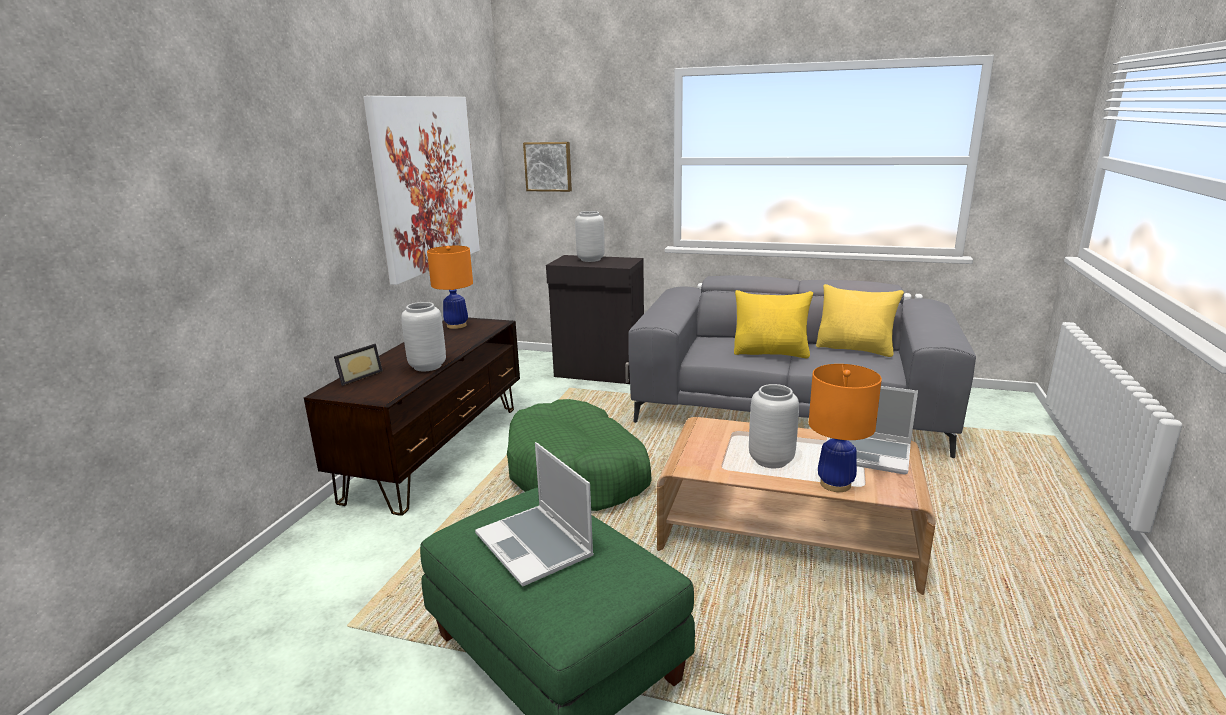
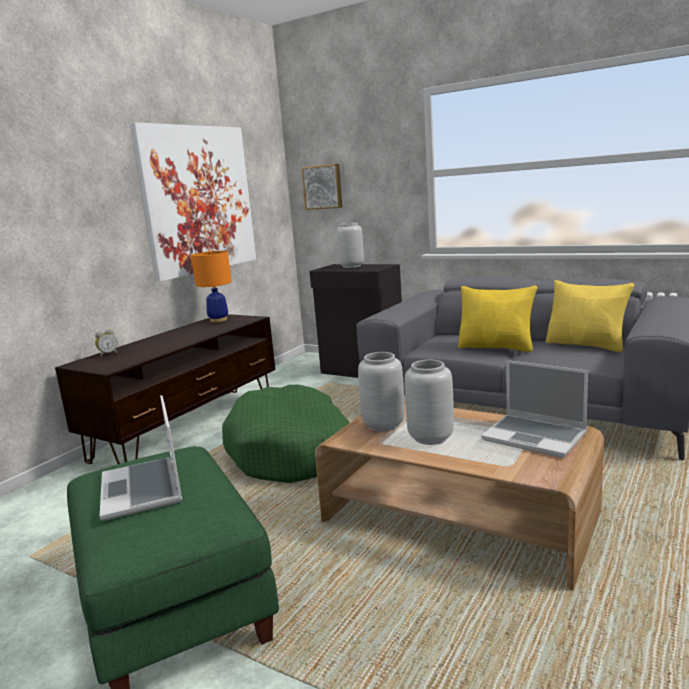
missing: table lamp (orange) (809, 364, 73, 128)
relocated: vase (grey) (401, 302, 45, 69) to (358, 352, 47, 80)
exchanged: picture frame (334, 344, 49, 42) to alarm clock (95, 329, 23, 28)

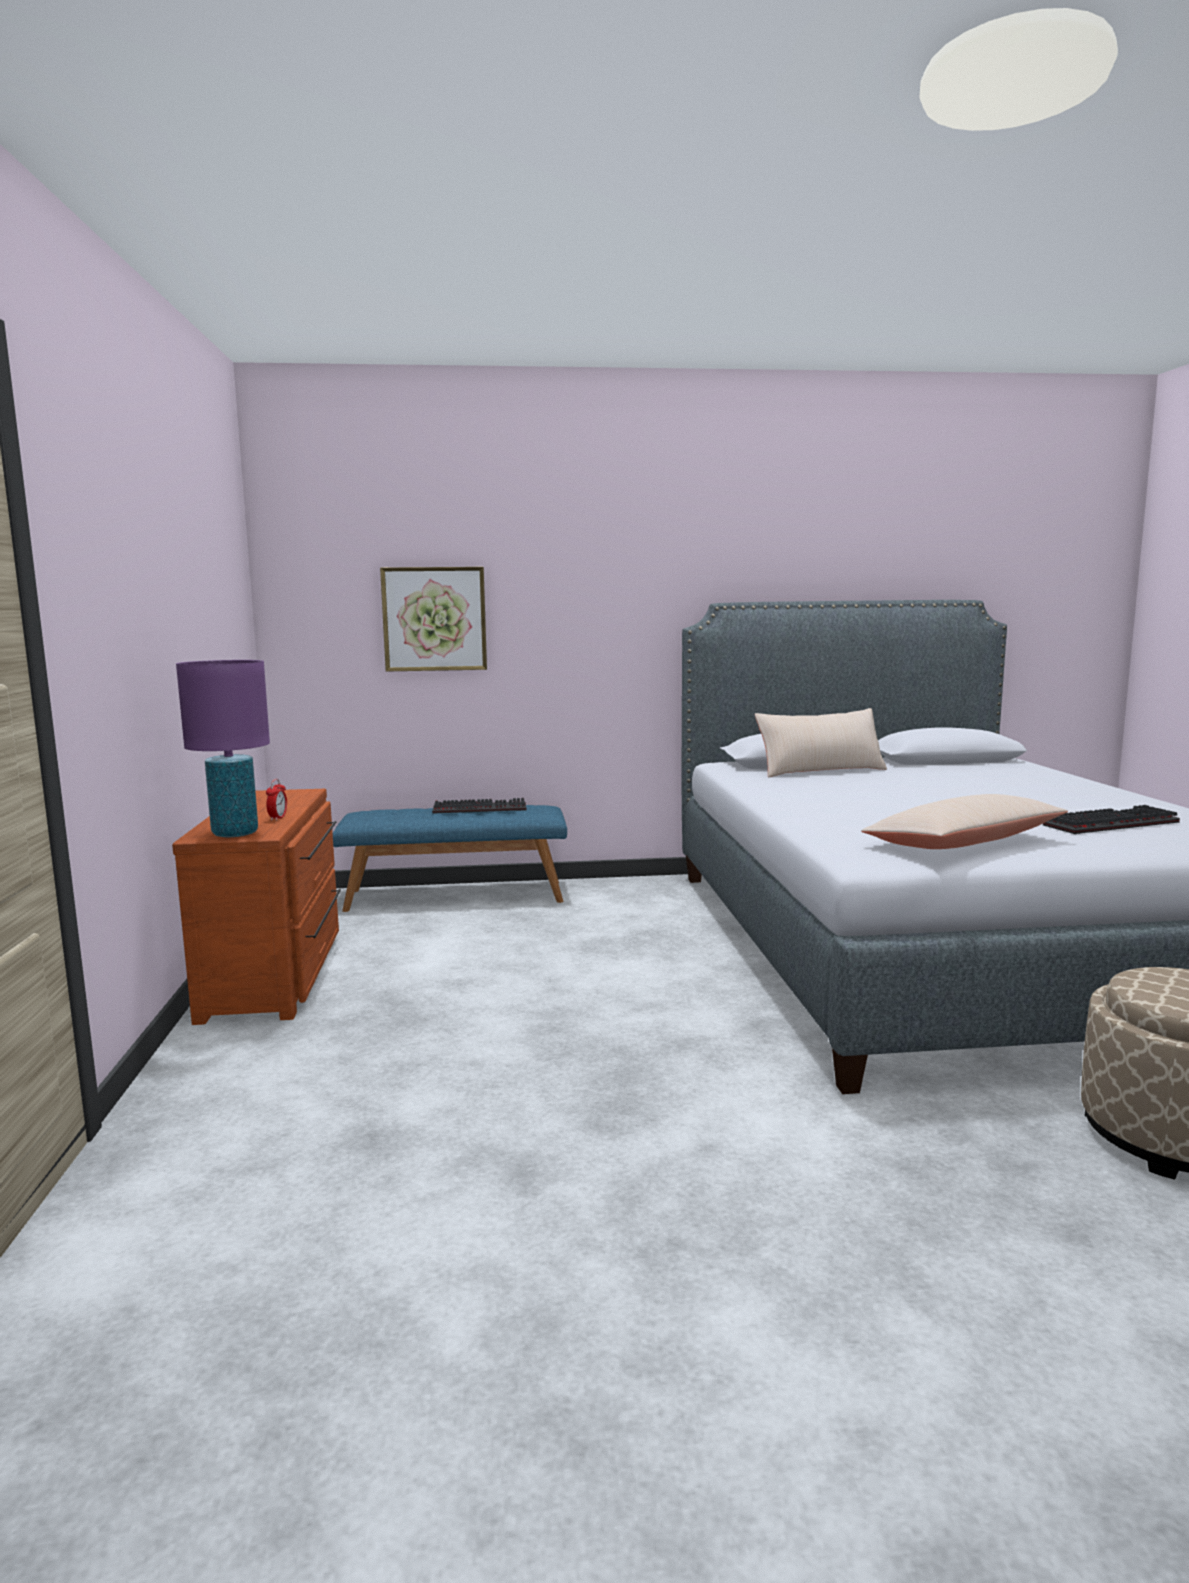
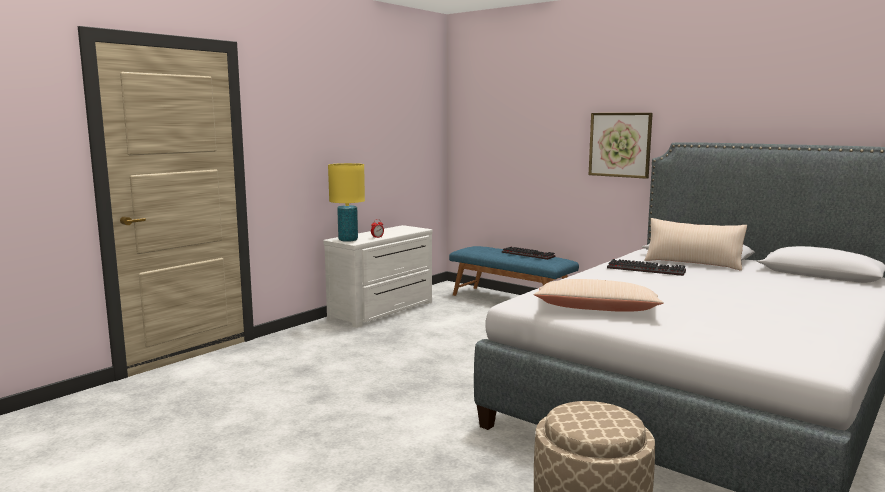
relocated: picture (380, 567, 107, 105) to (589, 113, 64, 66); keyboard (1043, 805, 137, 29) to (607, 259, 79, 17)
colour: dresser (brown) (172, 789, 169, 236) to dresser (white) (324, 225, 109, 103); table lamp (purple) (176, 660, 94, 177) to table lamp (yellow) (328, 163, 37, 79)

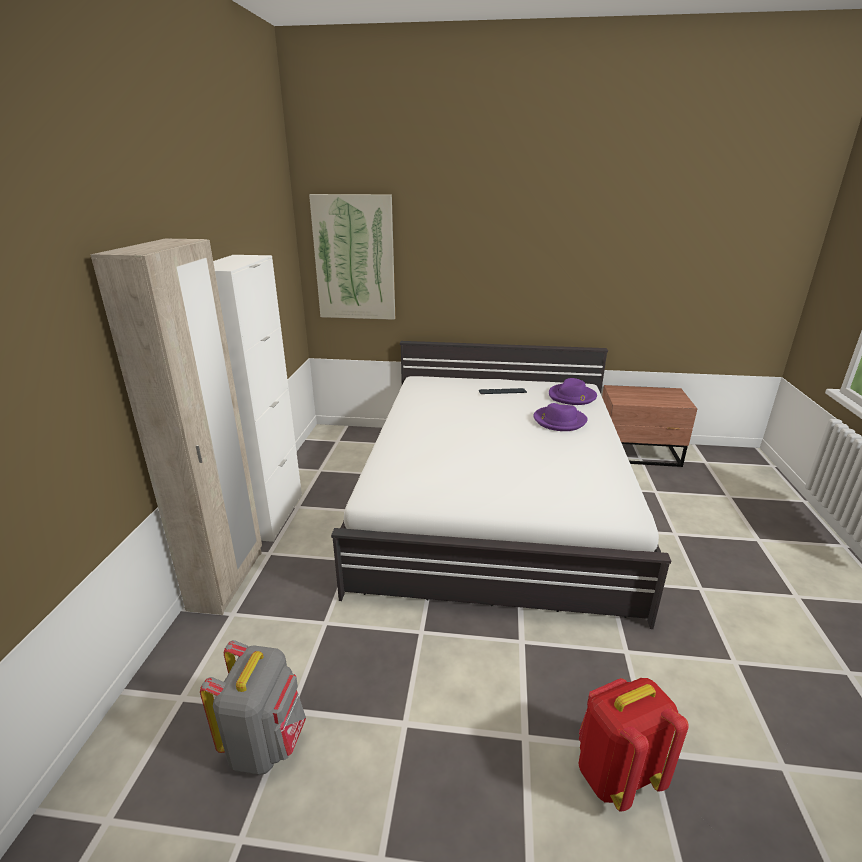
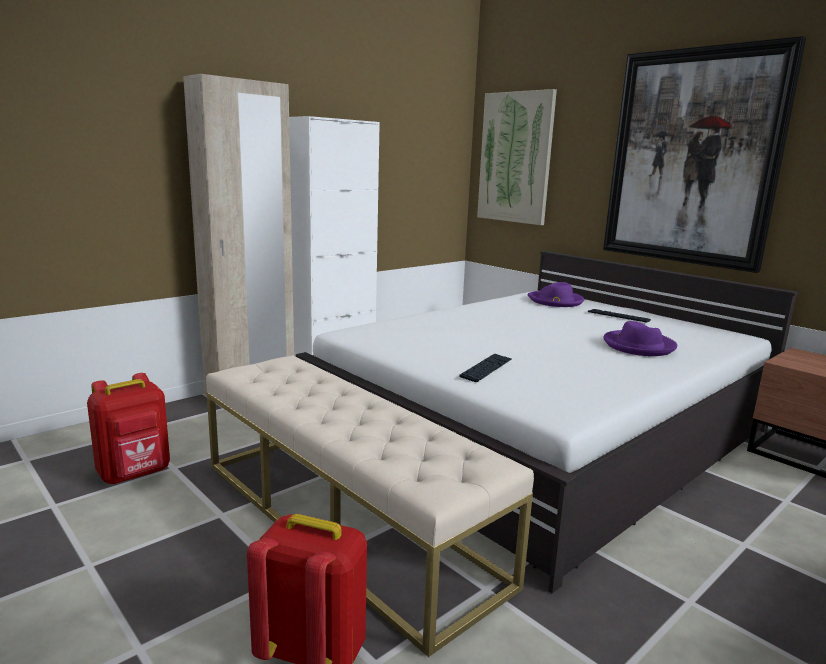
appeared: bench (beige) (206, 355, 328, 302); keyboard (459, 354, 52, 28); picture (603, 36, 203, 237)
relocated: hat (purple) (549, 378, 48, 27) to (528, 282, 56, 25)
colour: backpack (grey) (200, 640, 106, 135) to backpack (red) (87, 373, 83, 111)

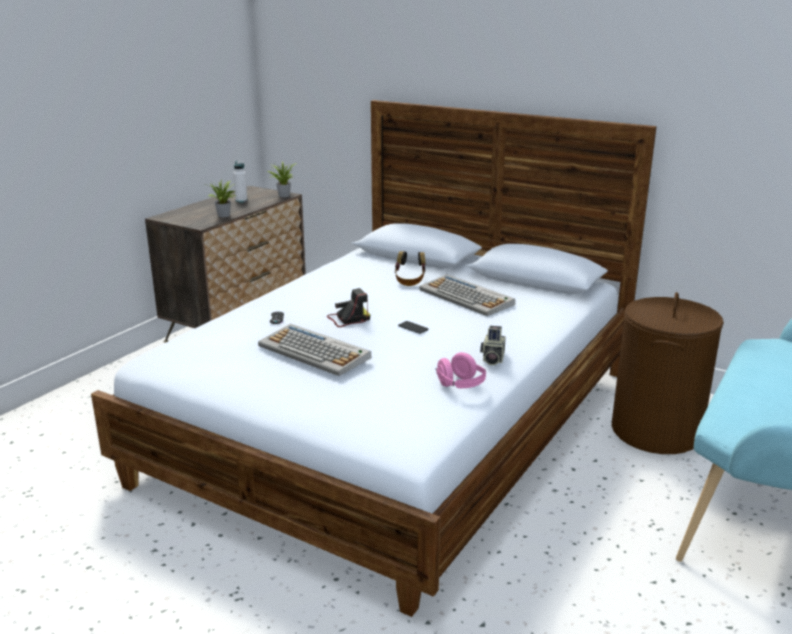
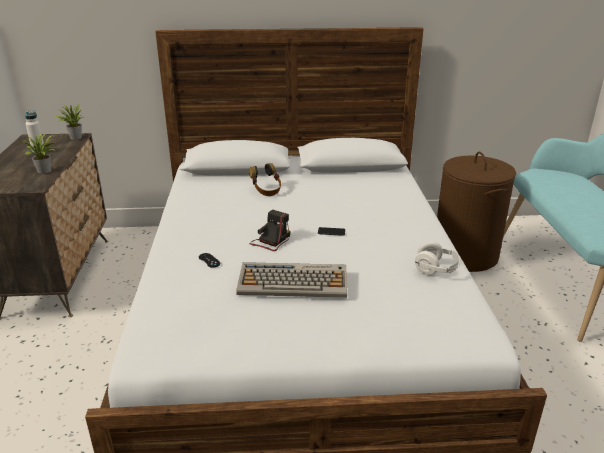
missing: keyboard (419, 274, 96, 42); photo camera (480, 326, 26, 39)
colour: headphones (pink) (435, 352, 51, 36) to headphones (white) (415, 241, 46, 34)

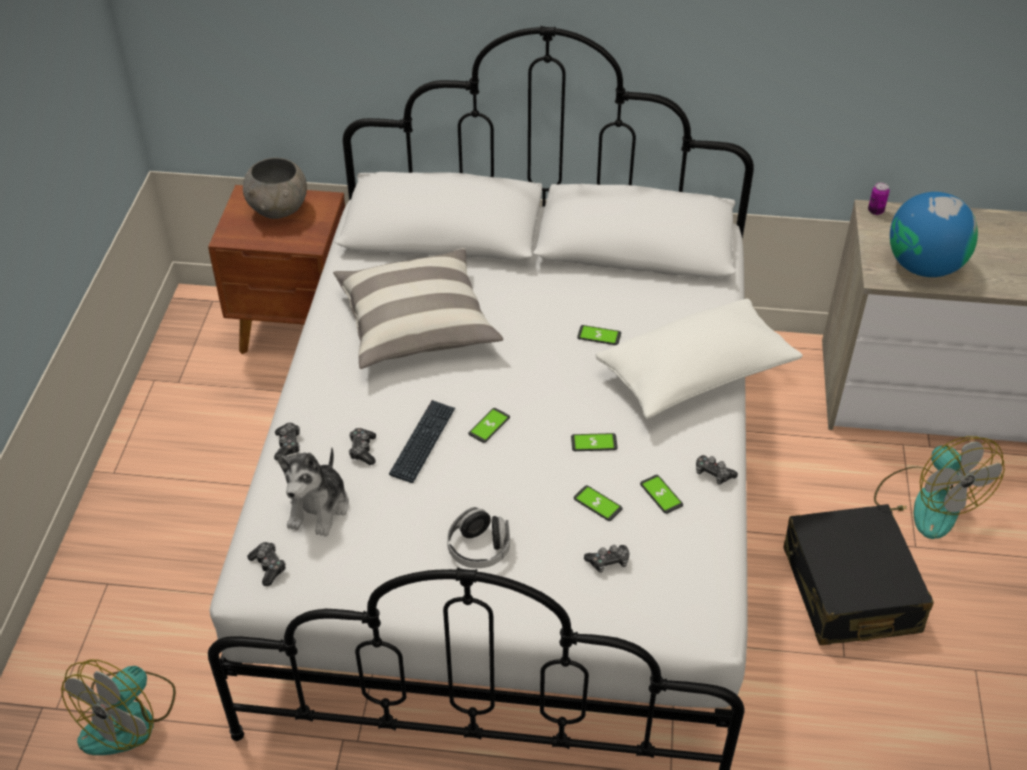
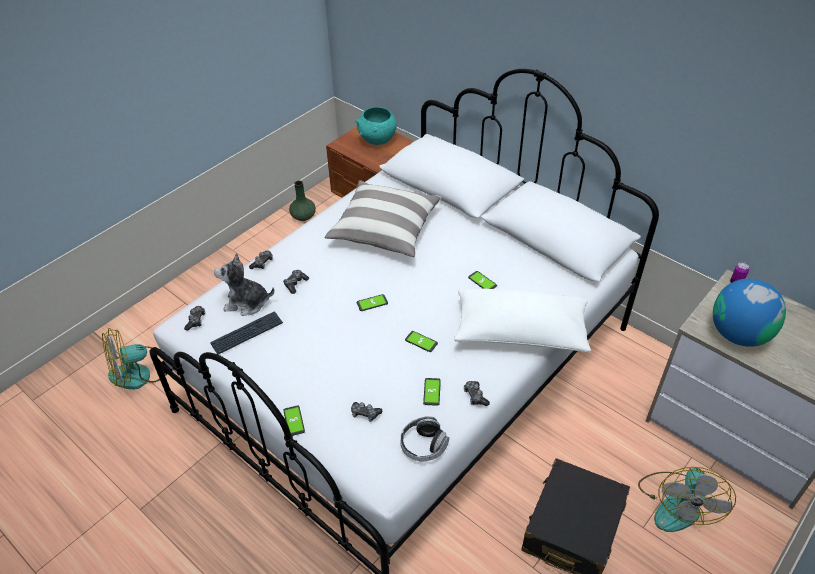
appeared: vase (green) (289, 181, 27, 40)
relocated: keyboard (389, 400, 66, 83) to (210, 311, 73, 44); headphones (447, 507, 63, 61) to (400, 416, 49, 45); phone (573, 485, 50, 36) to (283, 406, 22, 30)
colour: bowl (grey) (243, 158, 64, 61) to bowl (turquoise) (355, 107, 42, 38)
spun: plush toy (276, 448, 73, 88) = (214, 253, 60, 63) 45 degrees clockwise

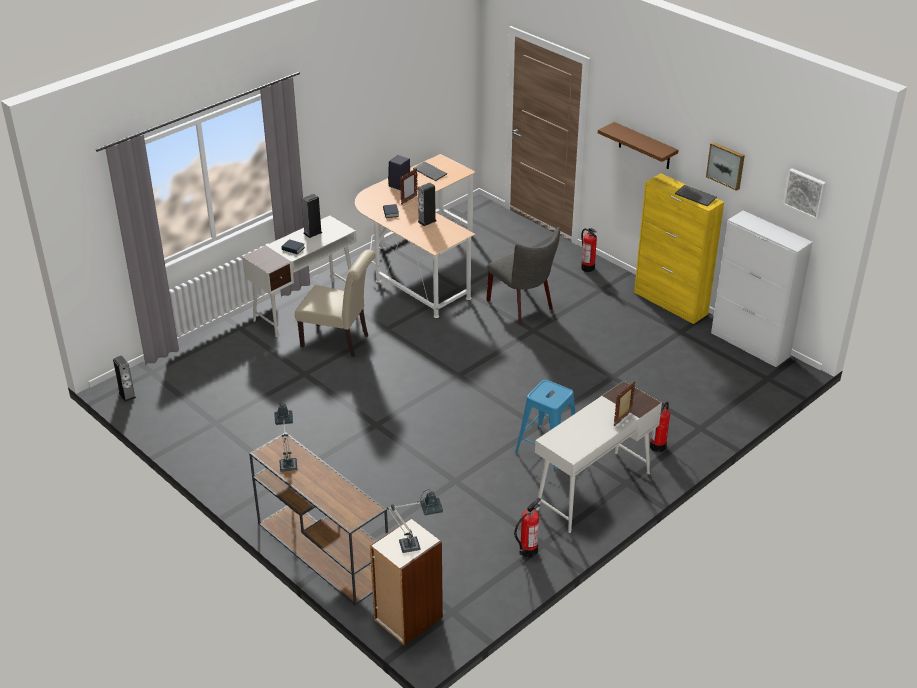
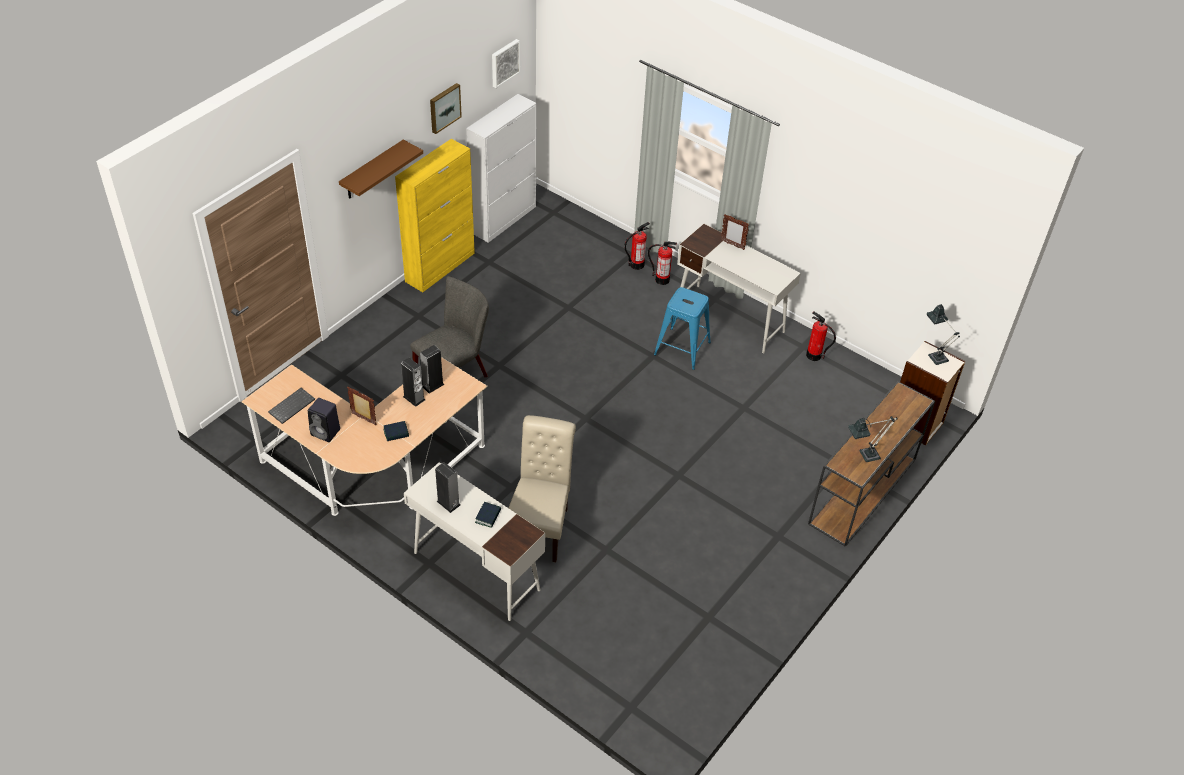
missing: keyboard (675, 185, 42, 21)
relocated: speaker (113, 356, 23, 46) to (420, 345, 24, 48); fire extinguisher (581, 228, 16, 44) to (624, 222, 26, 48)

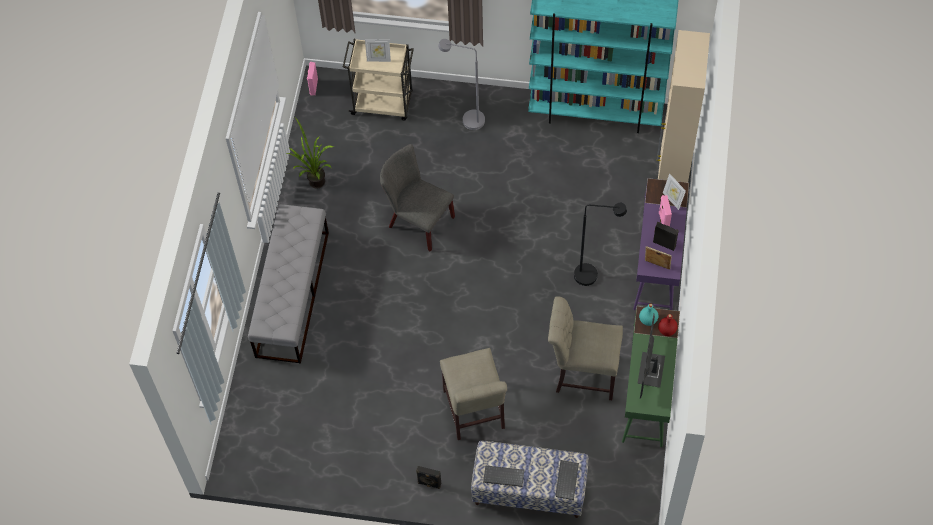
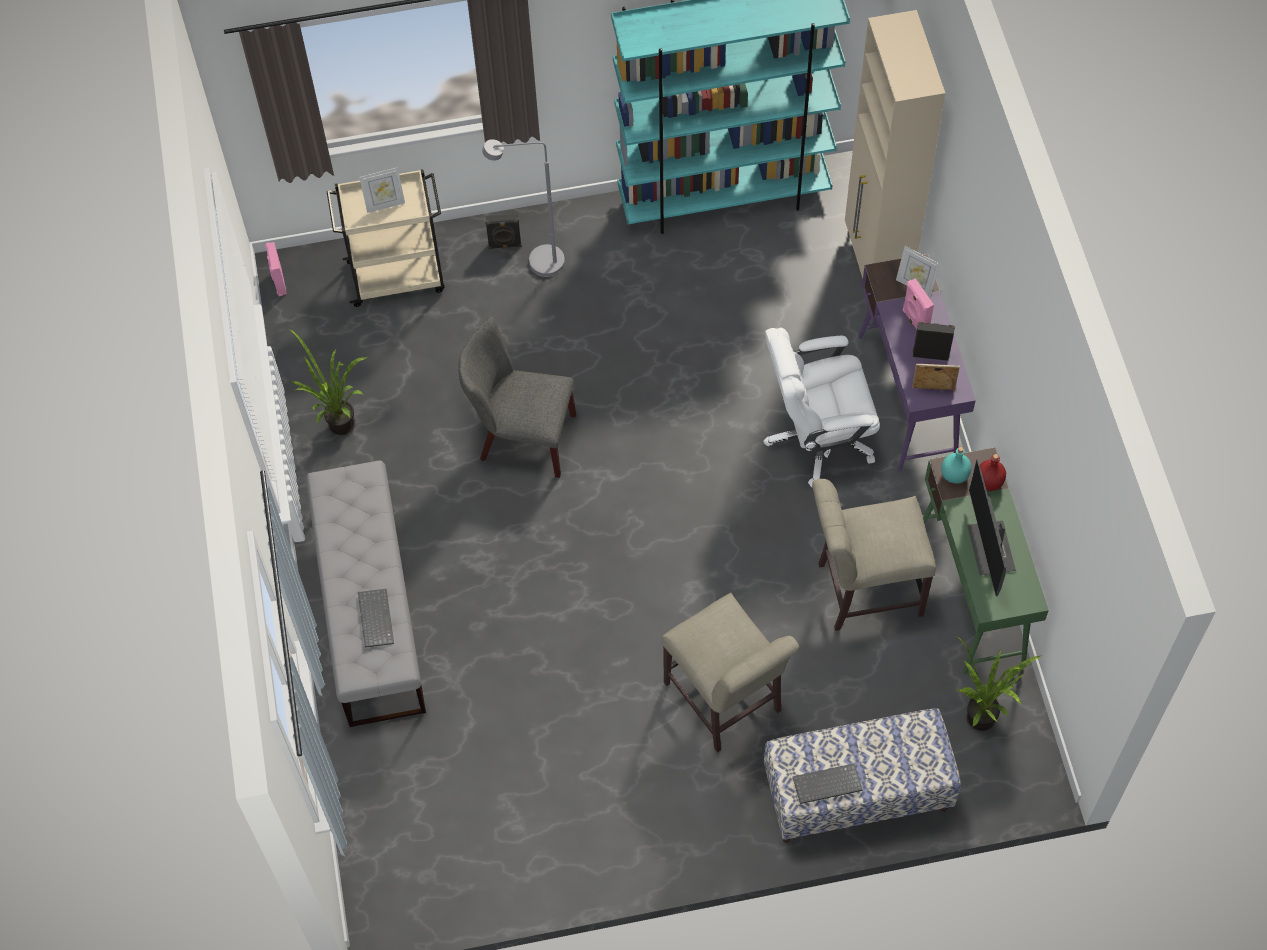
appeared: potted plant (955, 636, 86, 95)
relocated: speaker (black) (416, 466, 25, 23) to (485, 213, 37, 36); keyboard (555, 460, 24, 40) to (358, 589, 36, 59)
exchanged: floor lamp (black) (574, 203, 53, 83) to office chair (white) (763, 328, 117, 159)

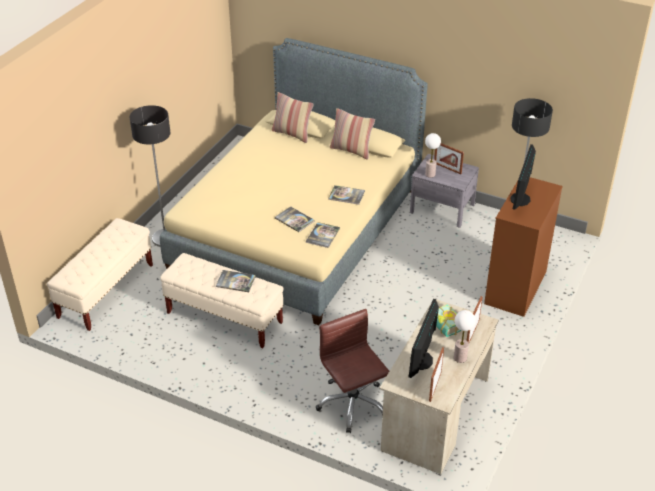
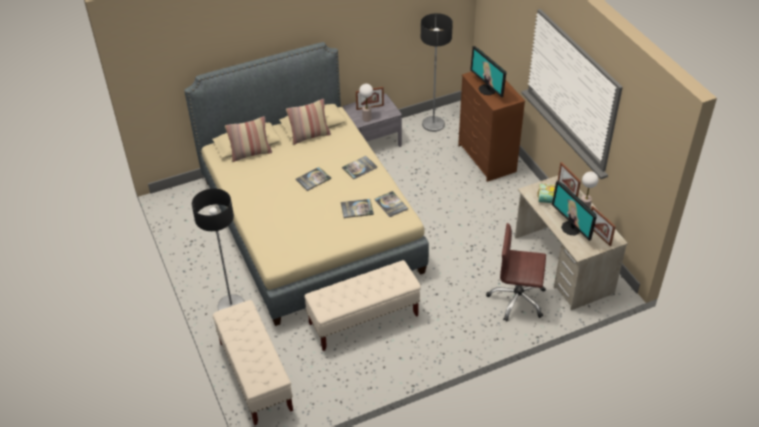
relocated: book (216, 270, 40, 22) to (296, 167, 35, 24)

